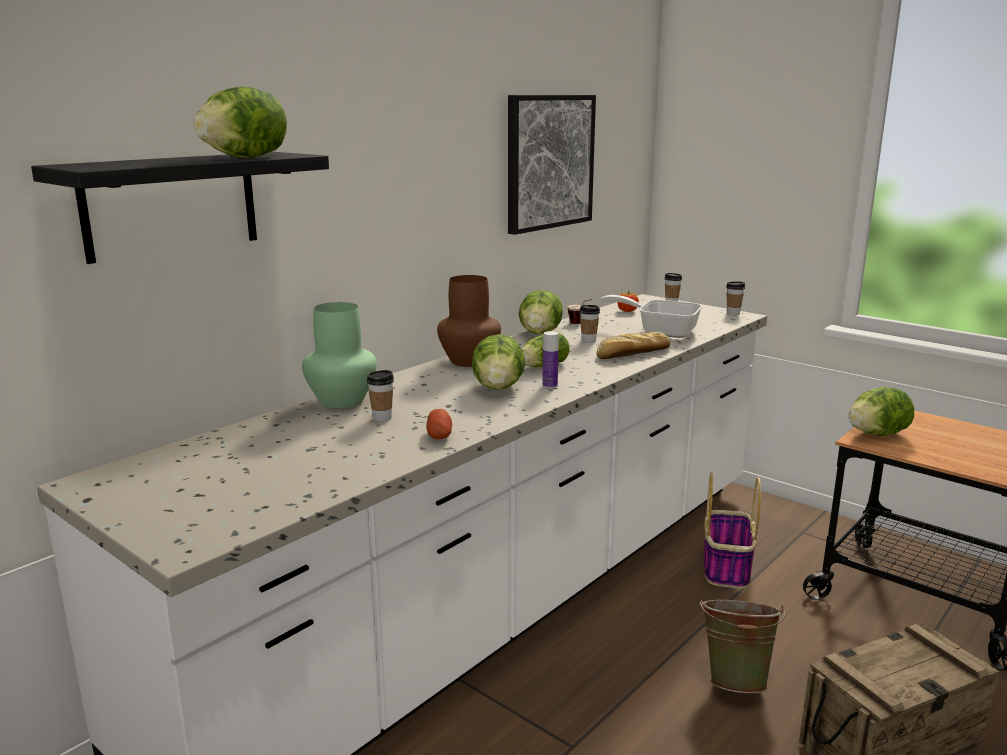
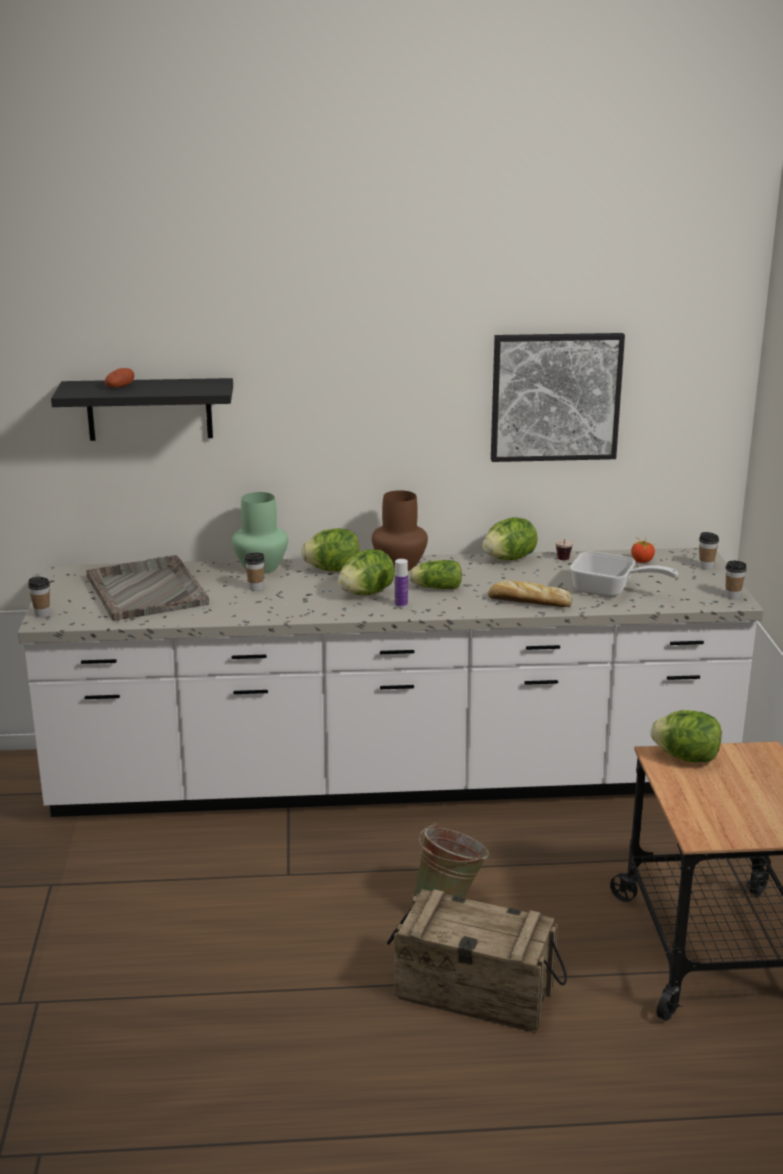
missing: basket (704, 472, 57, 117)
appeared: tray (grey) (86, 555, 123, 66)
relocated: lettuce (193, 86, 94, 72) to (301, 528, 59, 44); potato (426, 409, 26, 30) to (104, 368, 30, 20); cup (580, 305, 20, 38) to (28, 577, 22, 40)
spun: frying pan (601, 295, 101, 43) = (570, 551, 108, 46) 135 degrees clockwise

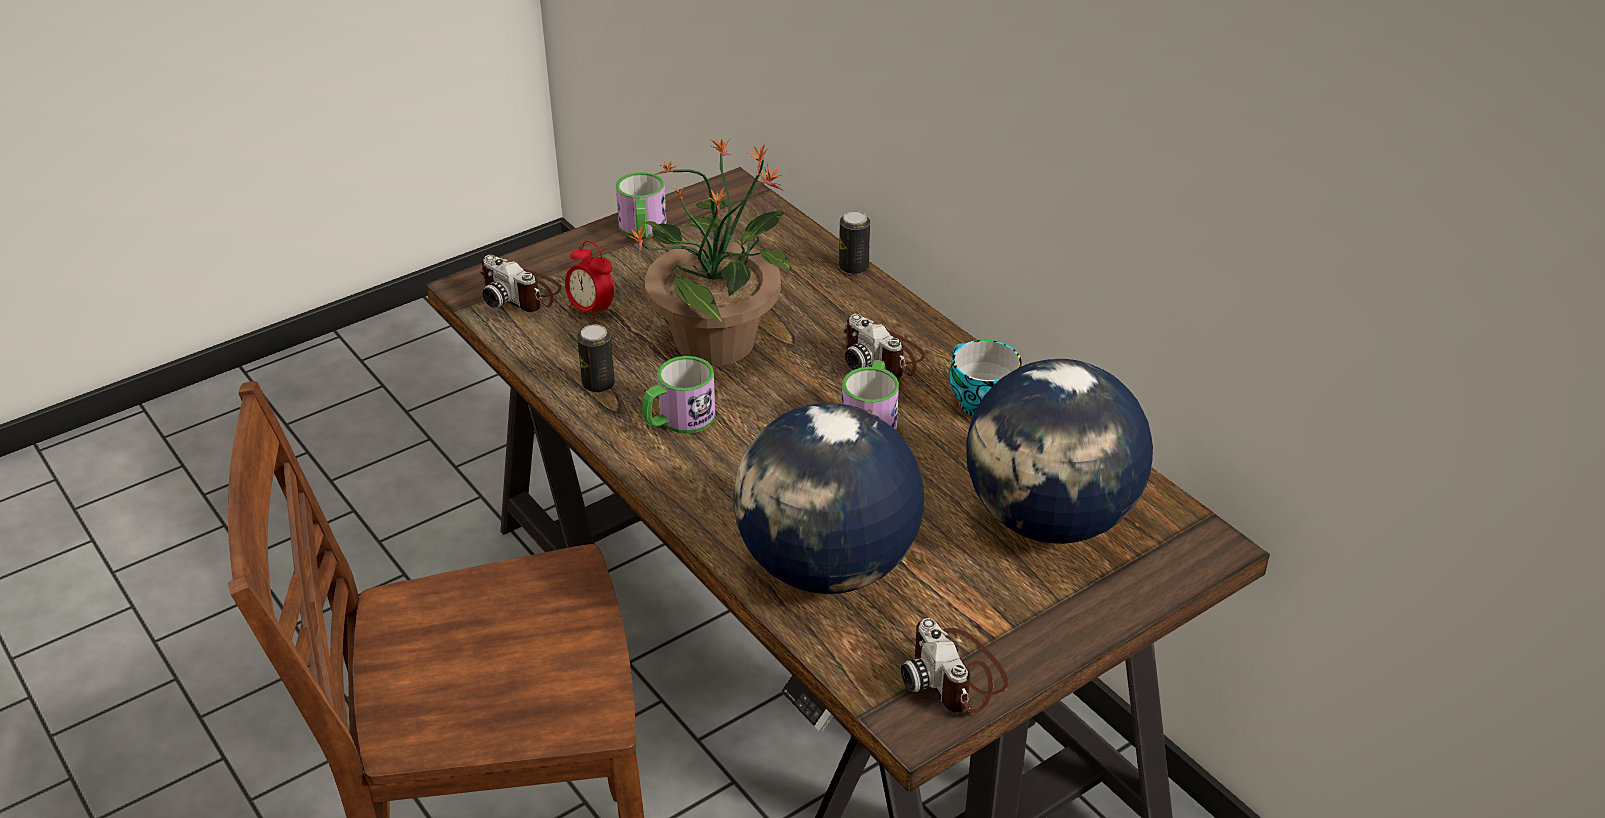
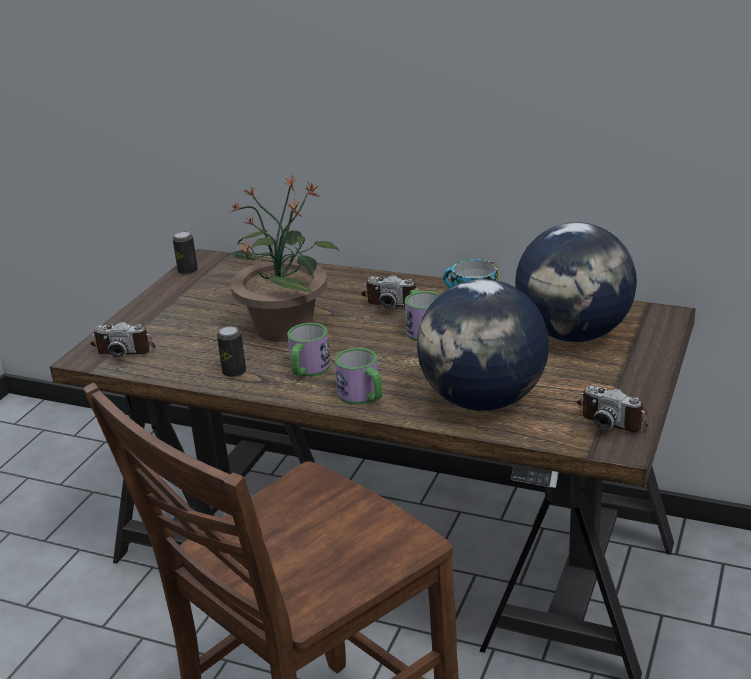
missing: alarm clock (565, 240, 49, 82)
relocated: mug (616, 172, 51, 66) to (335, 348, 48, 57); can (839, 211, 31, 64) to (173, 231, 25, 44)

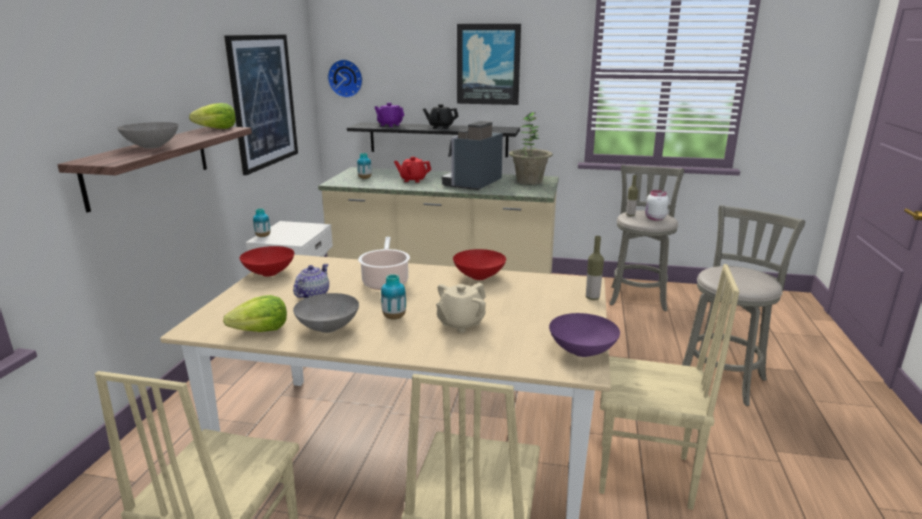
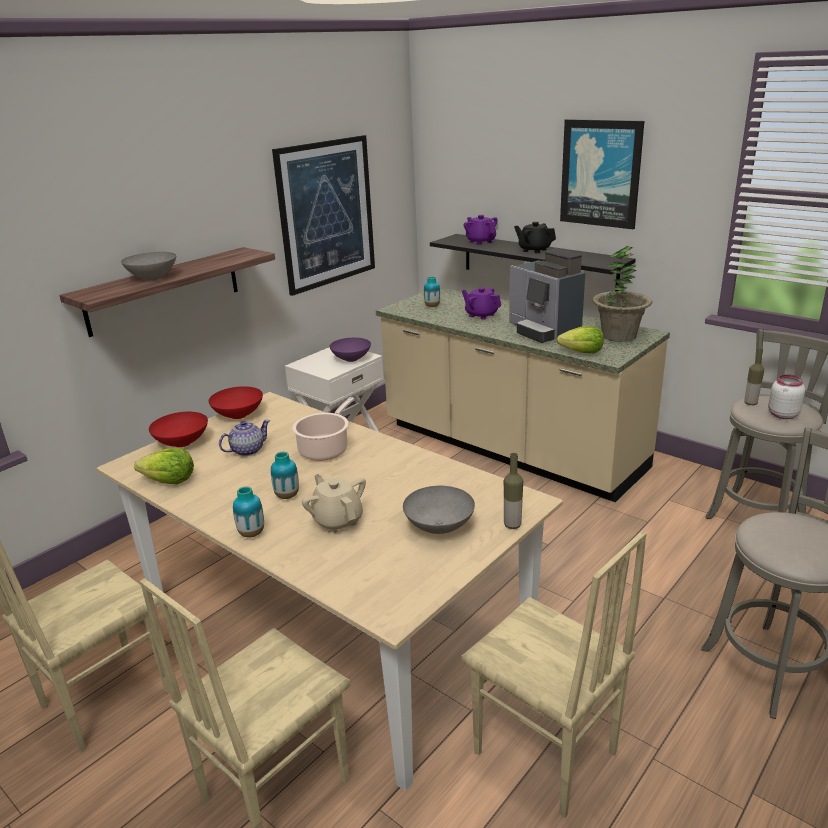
missing: wall clock (327, 59, 36, 39)
relocated: lettuce (189, 103, 47, 26) to (557, 326, 47, 28); vase (253, 208, 17, 29) to (233, 486, 31, 52); bowl (grey) (293, 293, 66, 40) to (403, 486, 72, 48); bowl (red) (453, 249, 53, 31) to (149, 412, 59, 35); bowl (purple) (549, 313, 71, 44) to (329, 338, 42, 24)
colour: teapot (red) (394, 157, 38, 26) to teapot (purple) (462, 287, 39, 33)
spun: teapot (beige) (436, 283, 50, 50) = (302, 474, 64, 59) 75 degrees clockwise; coffee machine (442, 121, 61, 69) = (509, 249, 76, 94) 90 degrees counterclockwise

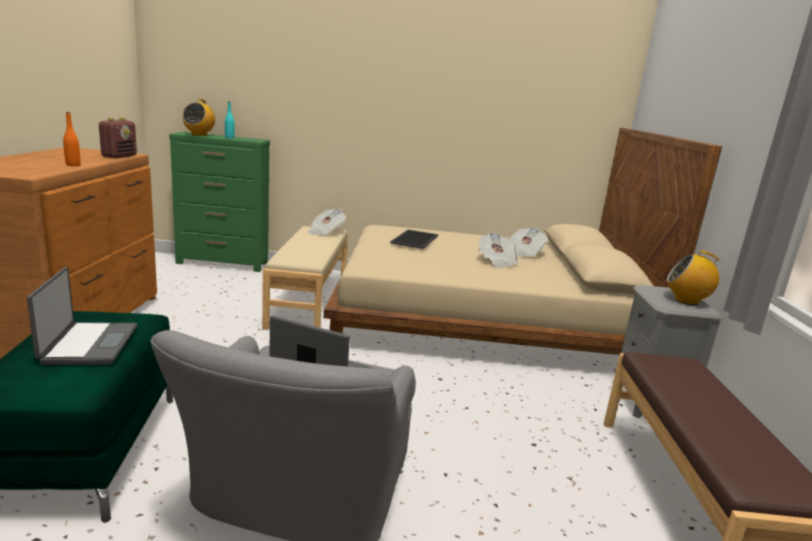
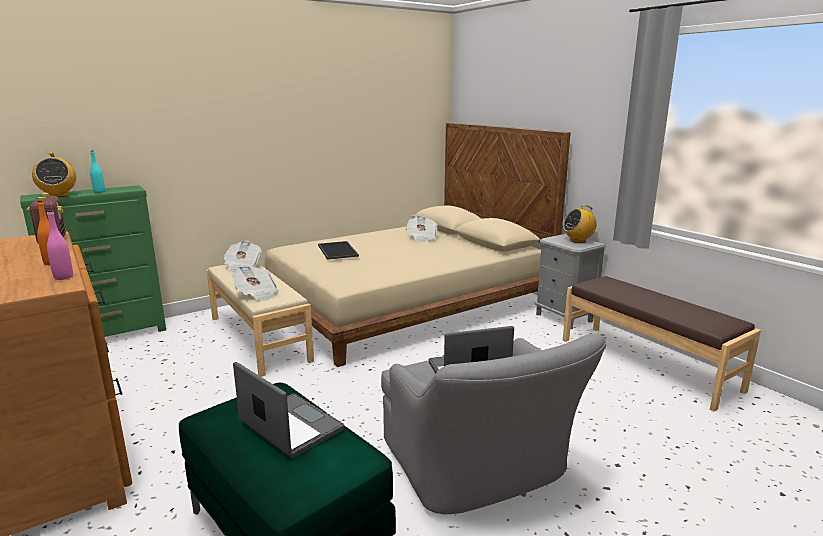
appeared: bottle (pink) (47, 210, 26, 70)
relocated: newspaper (478, 232, 40, 36) to (232, 266, 47, 36)

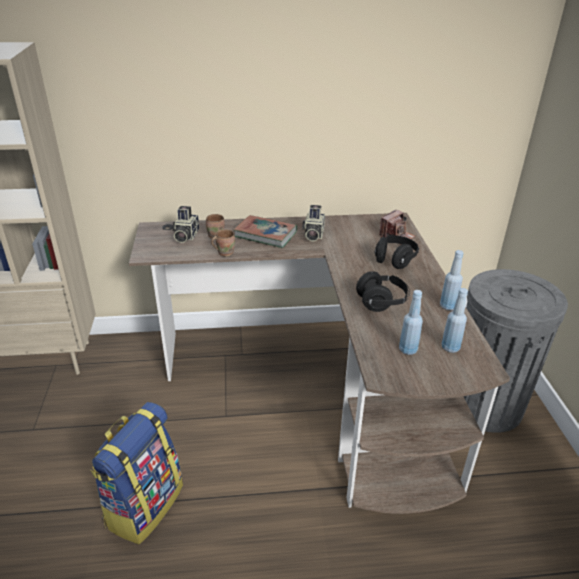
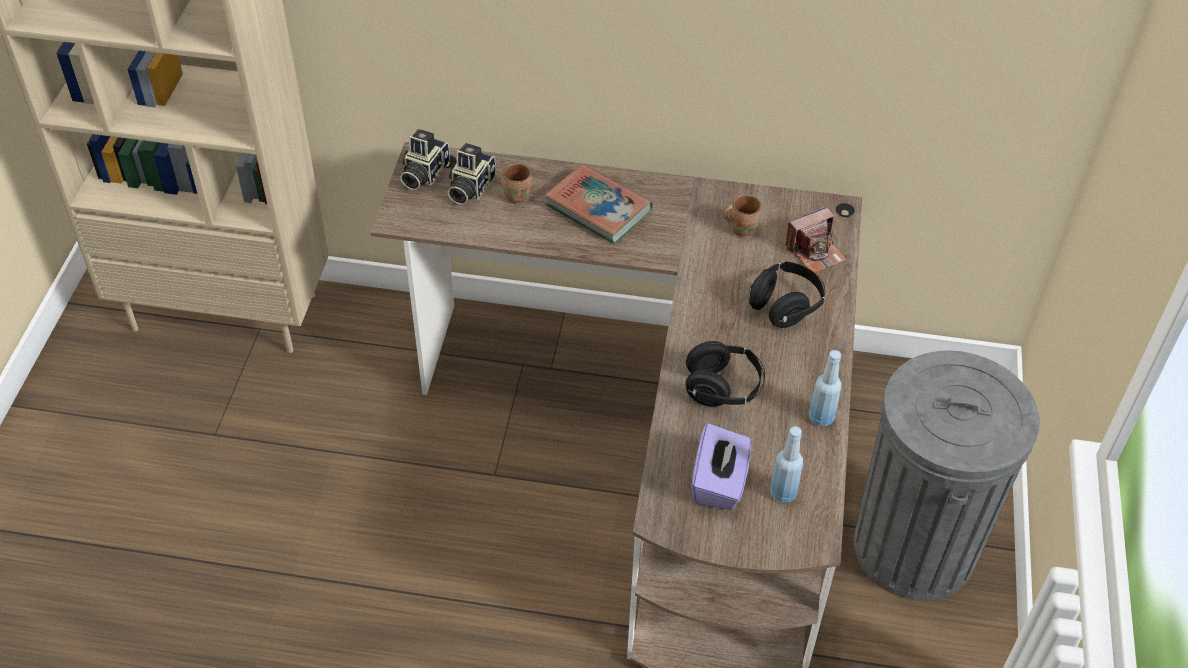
missing: backpack (91, 402, 92, 142)
relocated: mug (brown) (211, 230, 24, 27) to (723, 194, 38, 44); photo camera (302, 205, 23, 36) to (400, 129, 50, 61)
exchanged: bottle (blue) (399, 290, 24, 65) to tissue box (purple) (691, 423, 60, 87)

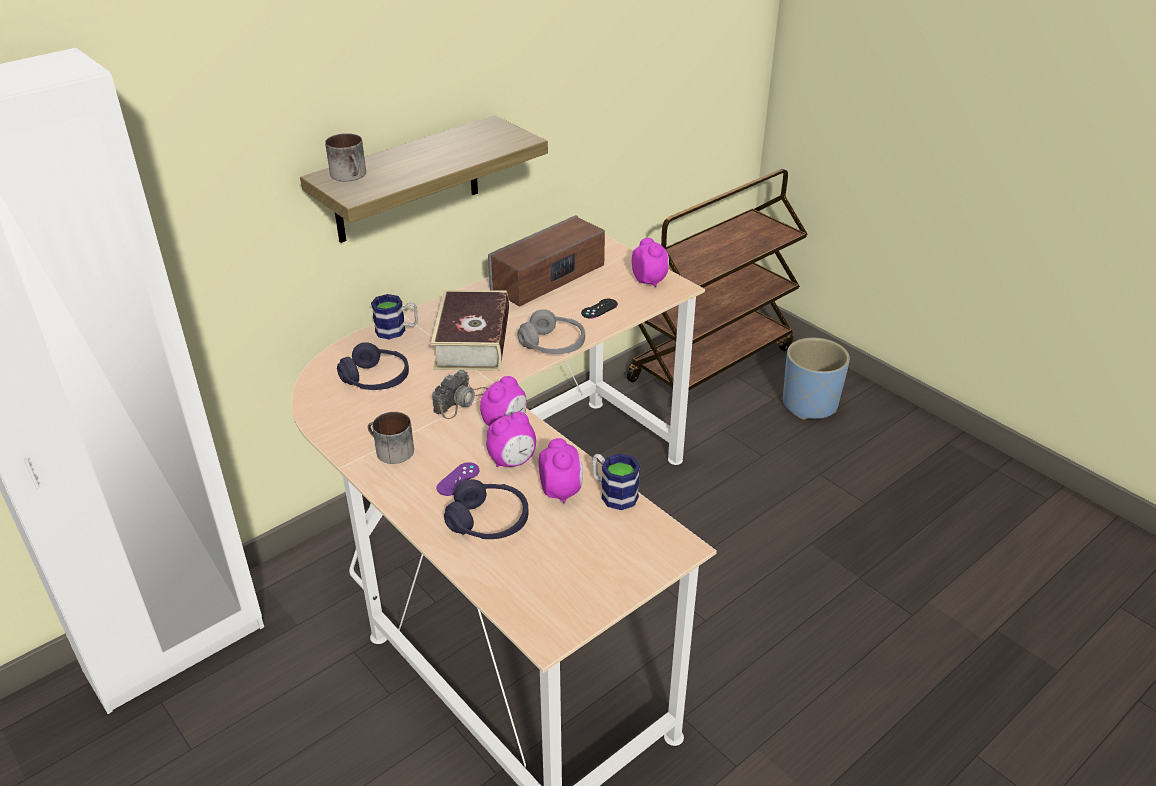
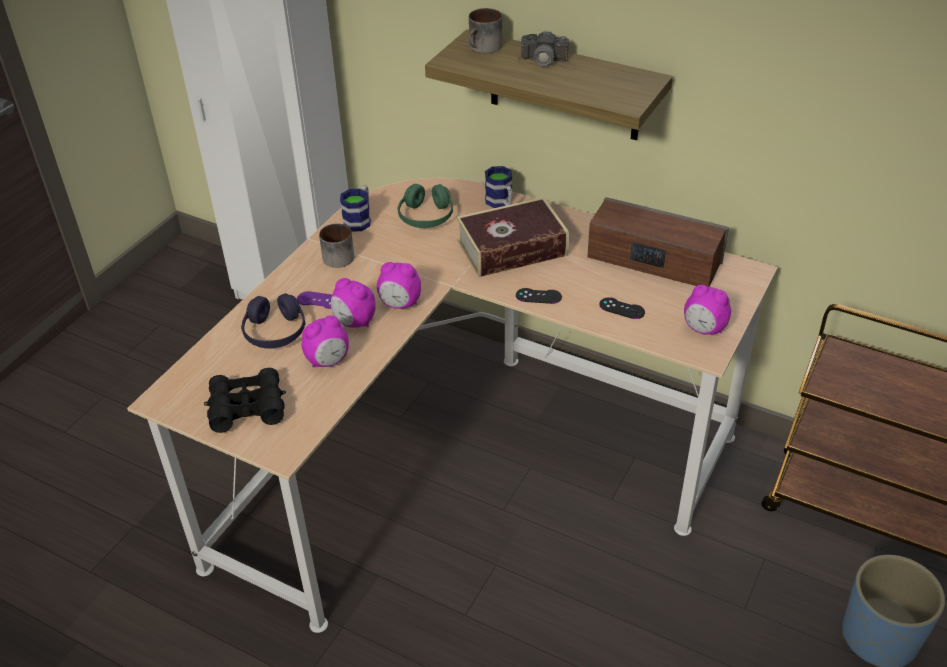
appeared: binoculars (black) (204, 368, 82, 65)
relocated: photo camera (432, 370, 56, 49) to (518, 30, 59, 41); mug (592, 453, 48, 57) to (340, 186, 31, 46)
exchanged: headphones (grey) (517, 309, 68, 45) to game controller (black) (516, 288, 46, 16)
colour: headphones (purple) (337, 342, 72, 48) to headphones (green) (398, 184, 55, 44)
spun: alarm clock (632, 238, 37, 49) = (684, 285, 47, 50) 75 degrees clockwise

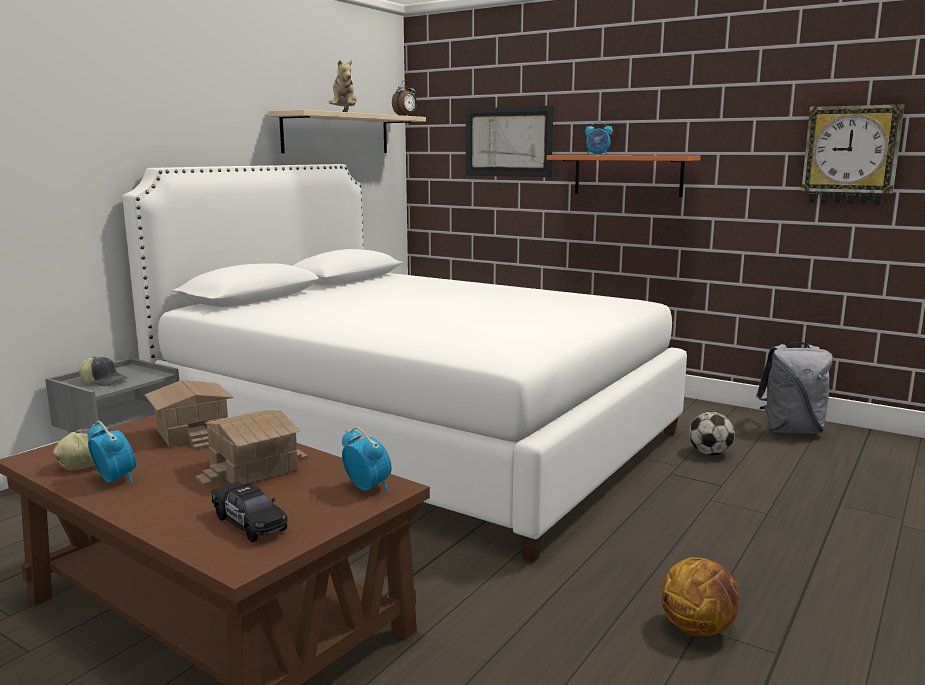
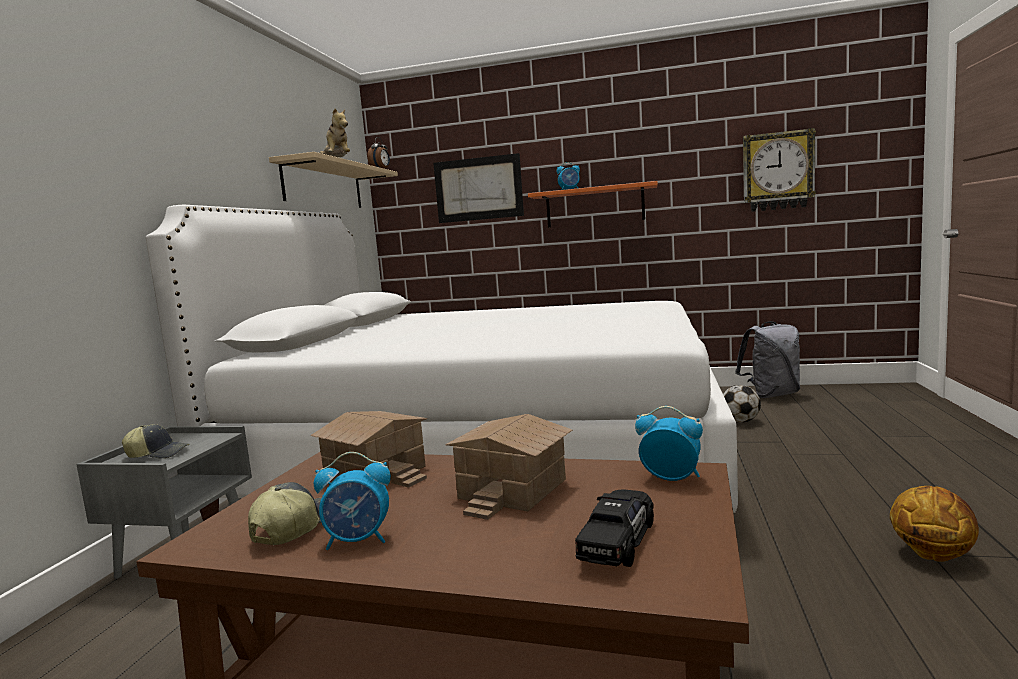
spun: alarm clock (87, 421, 49, 63) = (314, 452, 77, 98) 150 degrees clockwise; toy car (black) (211, 482, 77, 60) = (575, 489, 79, 78) 90 degrees counterclockwise

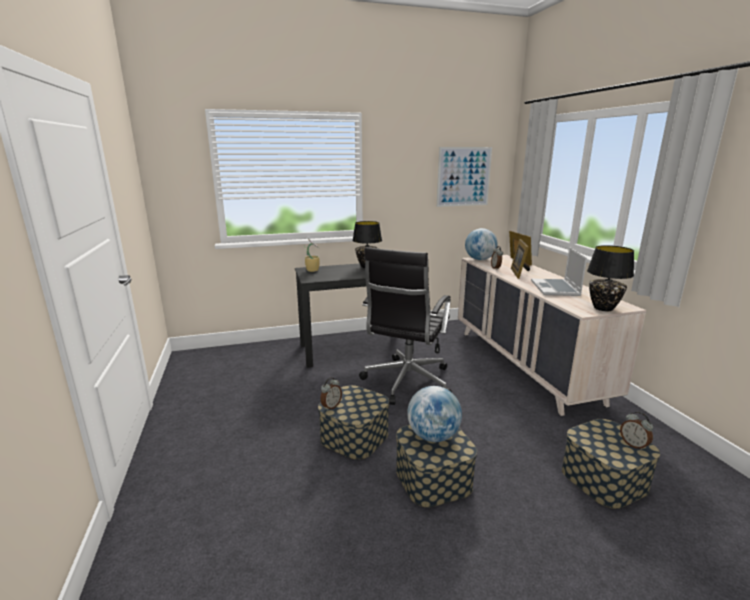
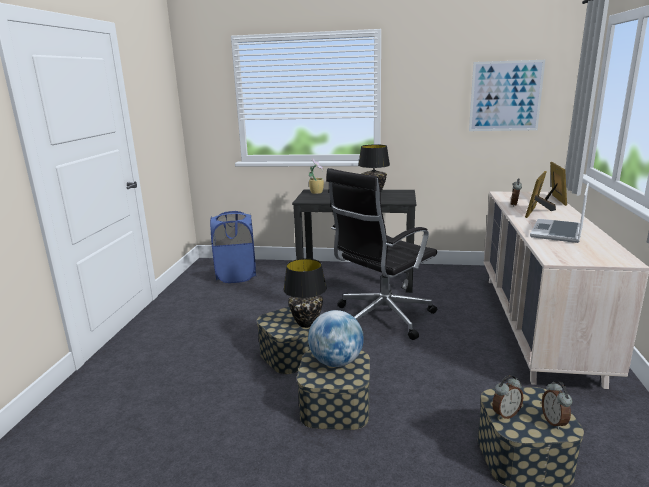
missing: globe (465, 228, 33, 32)
appeared: laundry basket (blue) (210, 211, 46, 72)
relocated: alarm clock (320, 377, 22, 34) to (492, 375, 31, 44); table lamp (black) (587, 245, 47, 66) to (283, 259, 44, 69)

